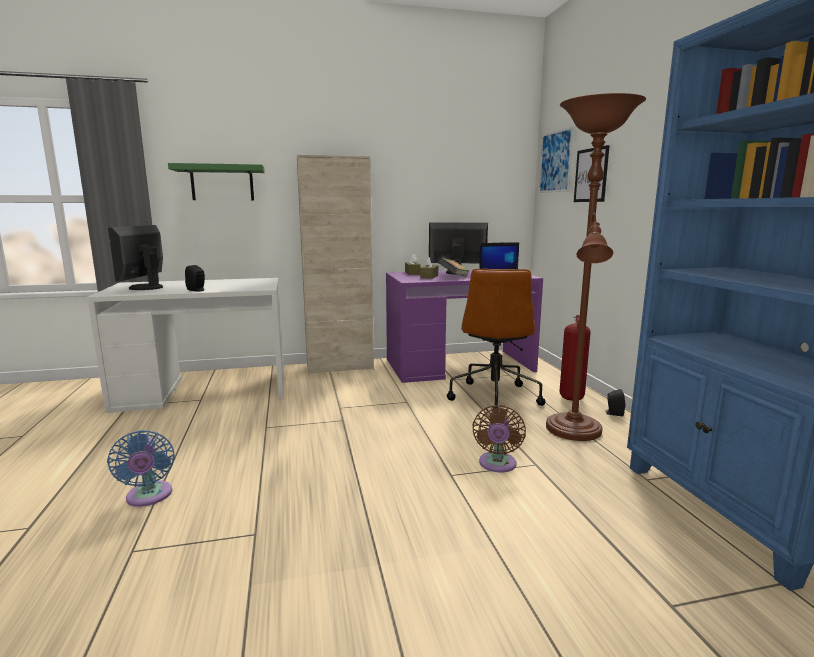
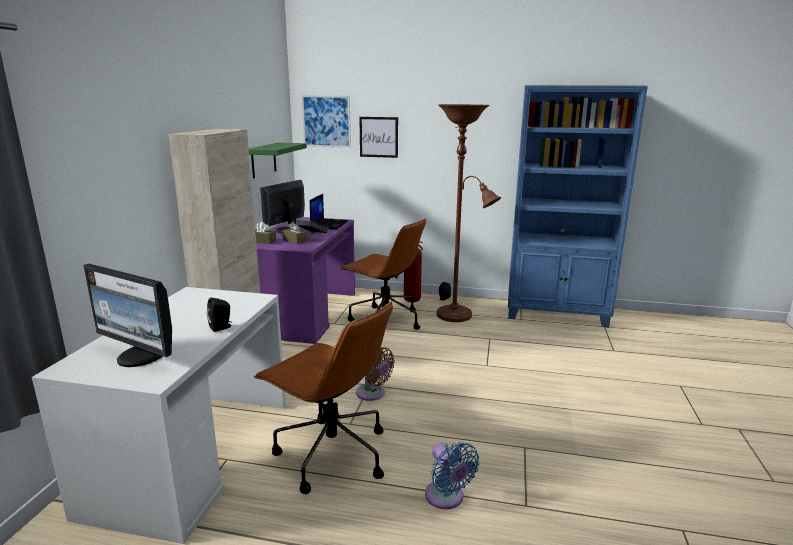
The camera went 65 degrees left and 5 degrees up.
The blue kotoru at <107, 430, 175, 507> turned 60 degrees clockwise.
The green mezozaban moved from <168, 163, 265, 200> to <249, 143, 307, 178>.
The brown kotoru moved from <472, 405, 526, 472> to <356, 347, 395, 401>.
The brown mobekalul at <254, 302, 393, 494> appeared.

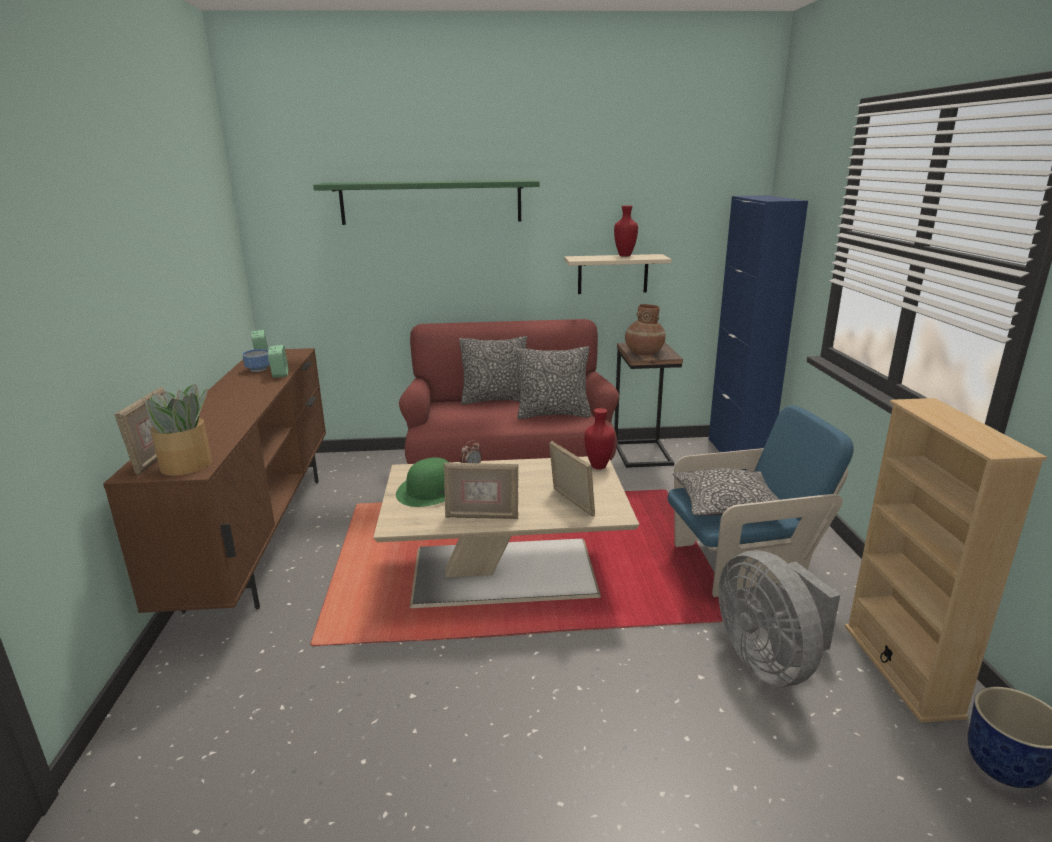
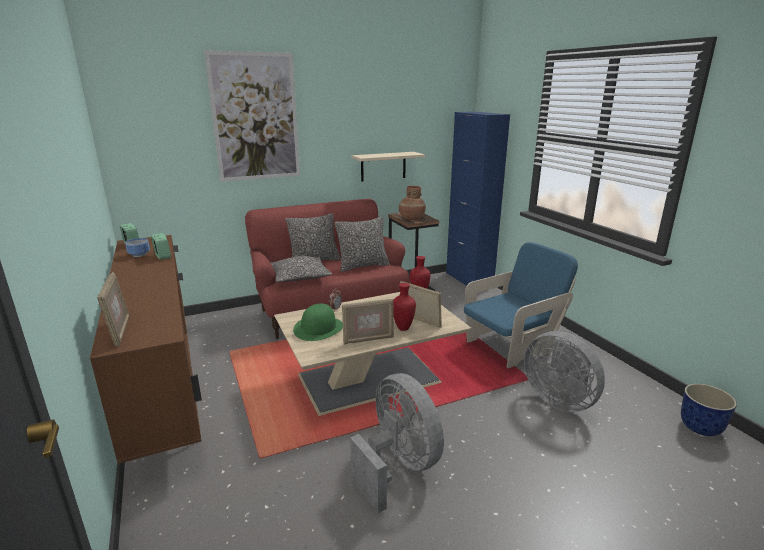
The camera went 20 degrees left and 0 degrees up.
The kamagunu at <143, 384, 212, 476> disappeared.
The green mezozaban at <313, 180, 540, 225> was replaced by the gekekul at <204, 50, 300, 182>.
The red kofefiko moved from <614, 205, 638, 257> to <393, 283, 416, 331>.
The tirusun moved from <673, 468, 779, 516> to <271, 256, 332, 282>.
The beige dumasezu at <844, 398, 1047, 723> disappeared.
The grey kotoru at <350, 373, 444, 513> appeared.

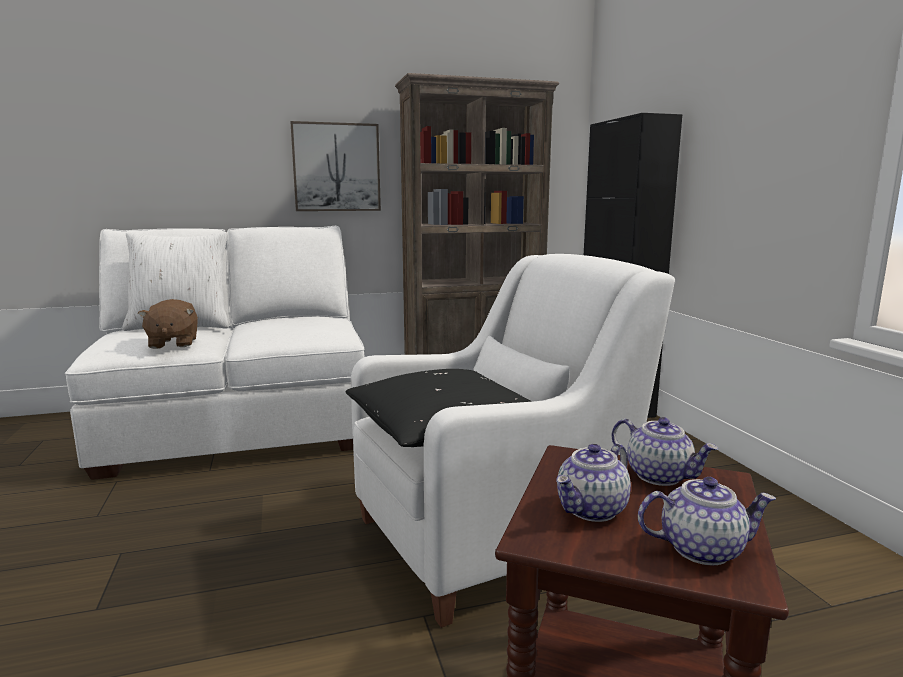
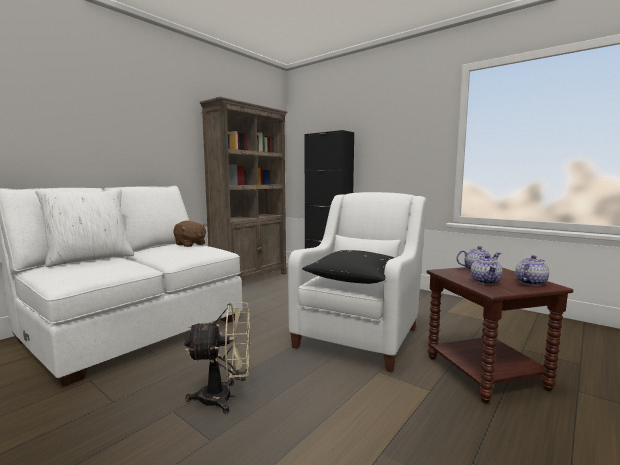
The camera went 35 degrees left and 5 degrees down.
The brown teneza moved from <138, 299, 198, 349> to <174, 221, 207, 247>.
The gekekul at <291, 121, 381, 211> disappeared.
The beige kotoru at <184, 302, 250, 414> appeared.

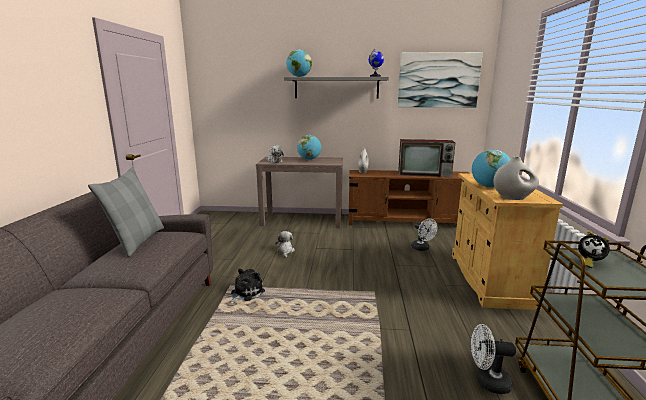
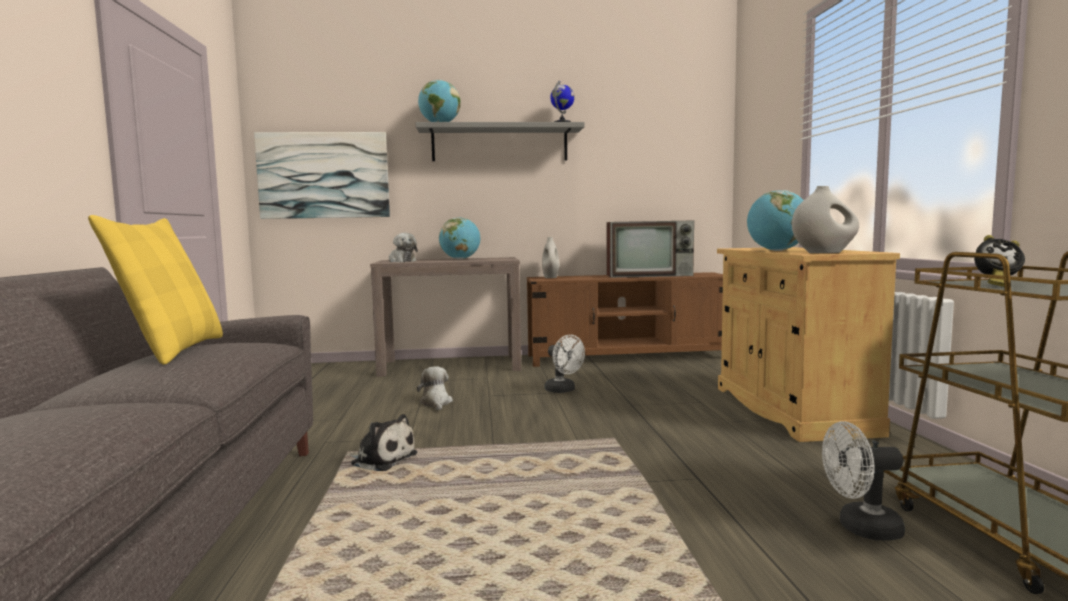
The camera went 10 degrees left and 10 degrees down.
The grey tirusun at <88, 168, 164, 257> became the yellow tirusun at <88, 215, 223, 365>.
The teneza at <230, 269, 265, 304> turned 90 degrees clockwise.
The gekekul moved from <398, 52, 483, 107> to <254, 132, 390, 219>.
The white kotoru moved from <411, 218, 438, 251> to <545, 335, 585, 393>.

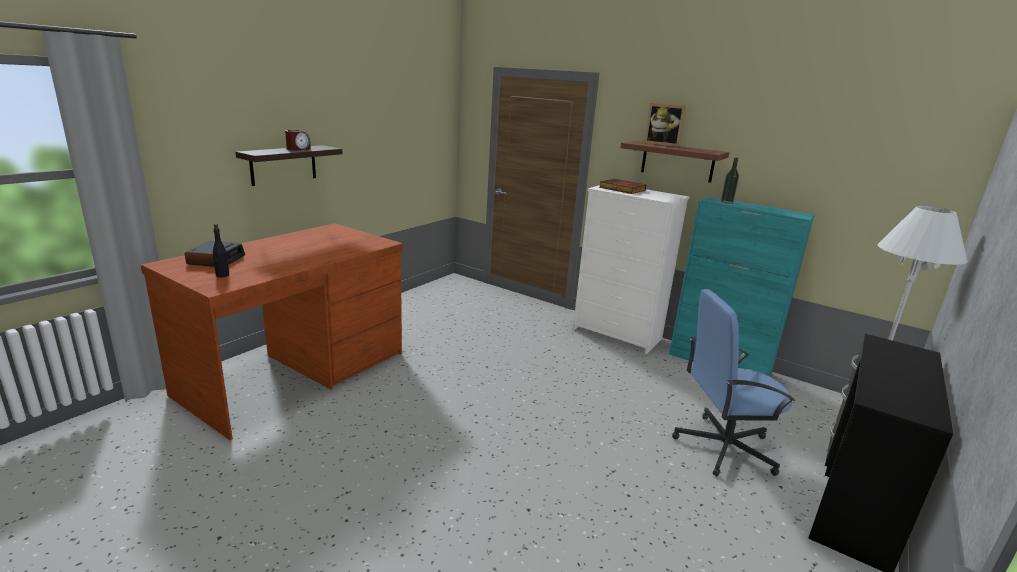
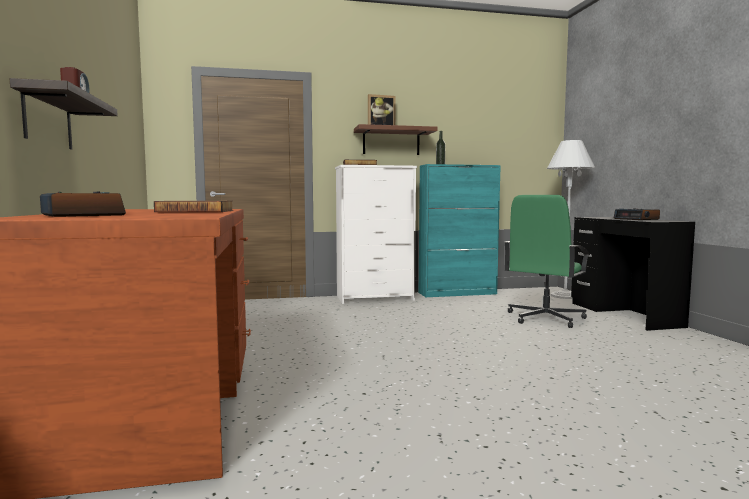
The camera went 45 degrees left and 15 degrees down.
The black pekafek at <213, 224, 229, 278> disappeared.
The blue mobekalul at <672, 289, 795, 477> became the green mobekalul at <504, 195, 590, 328>.
The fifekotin at <154, 201, 233, 212> appeared.
The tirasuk at <614, 208, 660, 220> appeared.

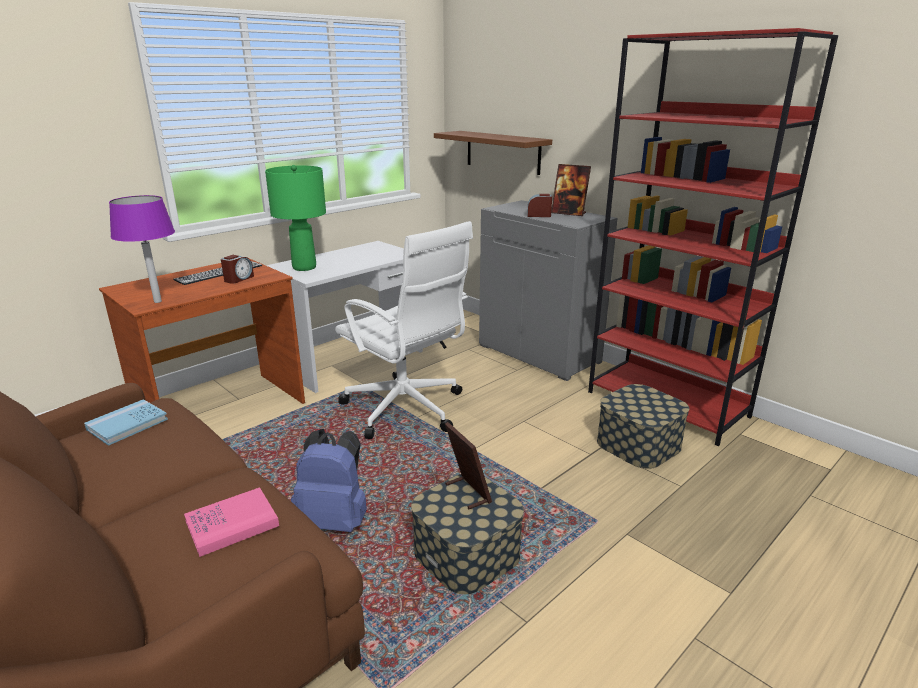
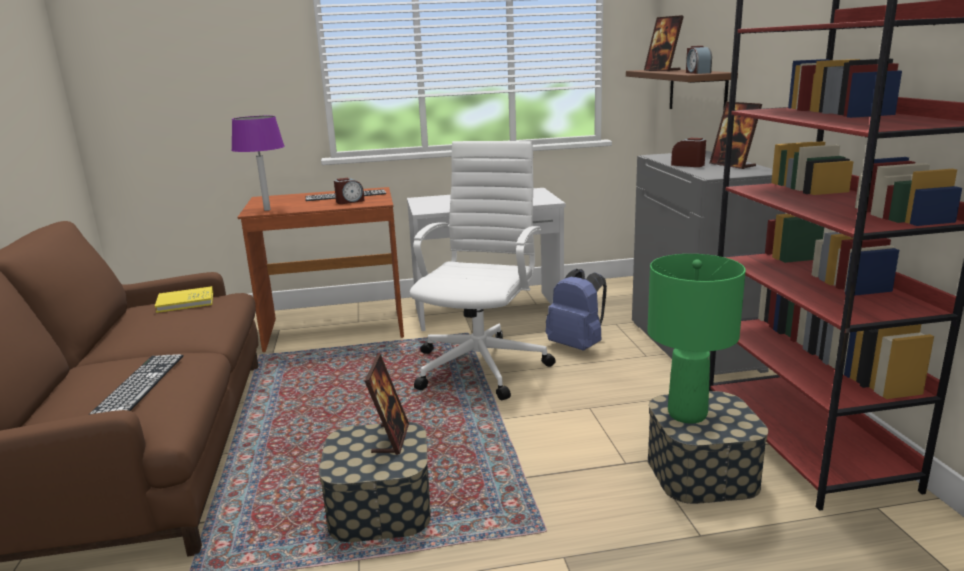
The camera went 35 degrees right and 5 degrees down.
The blue fifekotin at <84, 399, 168, 446> became the yellow fifekotin at <155, 286, 213, 313>.
The pink fifekotin at <184, 487, 279, 557> was replaced by the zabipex at <89, 354, 184, 415>.
The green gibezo moved from <265, 165, 326, 271> to <647, 254, 746, 424>.
The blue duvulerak moved from <291, 429, 367, 532> to <546, 269, 607, 351>.
The white mobekalul at <335, 221, 473, 439> turned 150 degrees counterclockwise.
The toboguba at <644, 15, 684, 71> appeared.
The tirasuk at <686, 46, 712, 74> appeared.

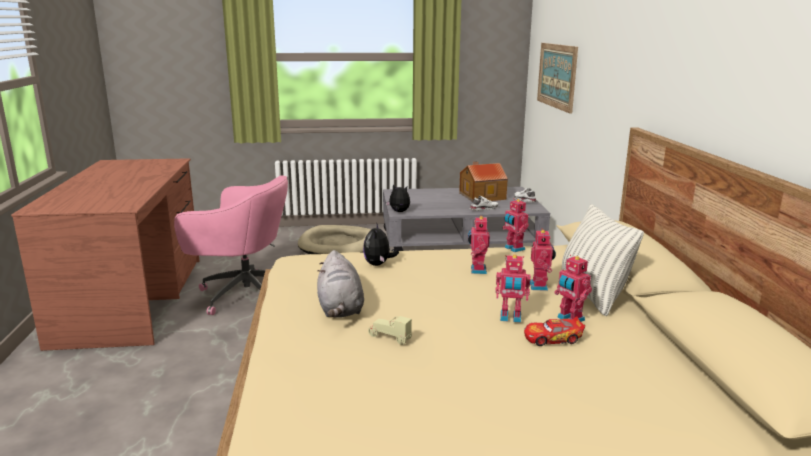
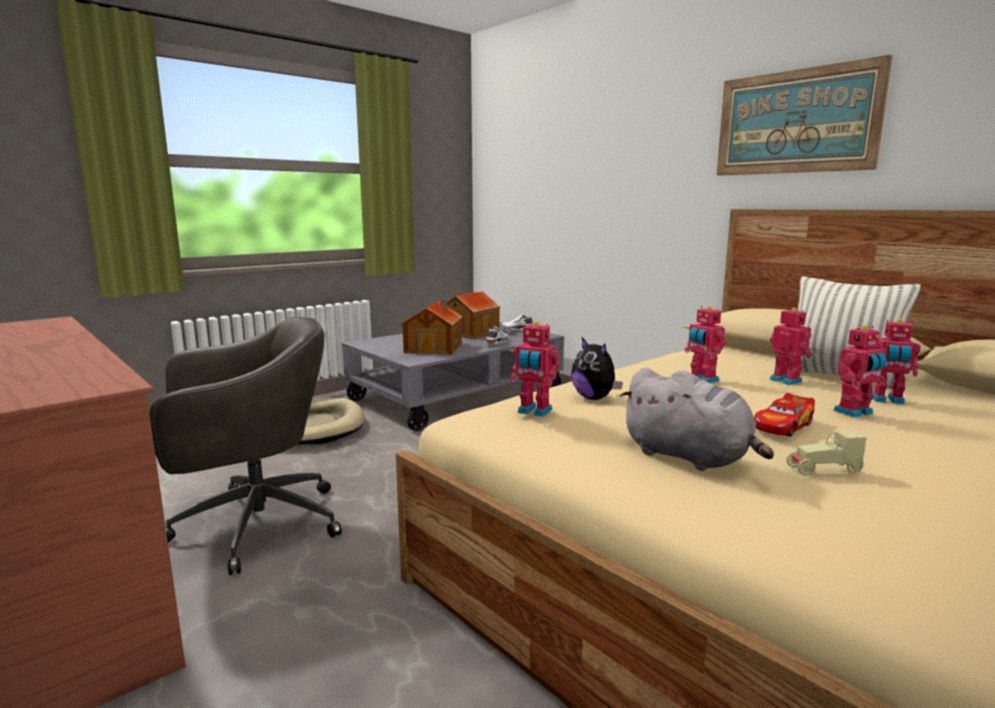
The camera went 35 degrees left and 5 degrees down.
The pink mobekalul at <174, 175, 288, 315> became the grey mobekalul at <149, 316, 342, 575>.
The teneza at <386, 185, 410, 212> disappeared.
The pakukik moved from <502, 199, 529, 252> to <511, 322, 560, 417>.
The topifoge moved from <524, 316, 585, 346> to <754, 393, 815, 437>.
The gekekul moved from <537, 43, 578, 114> to <717, 55, 893, 176>.
The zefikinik at <401, 301, 463, 355> appeared.

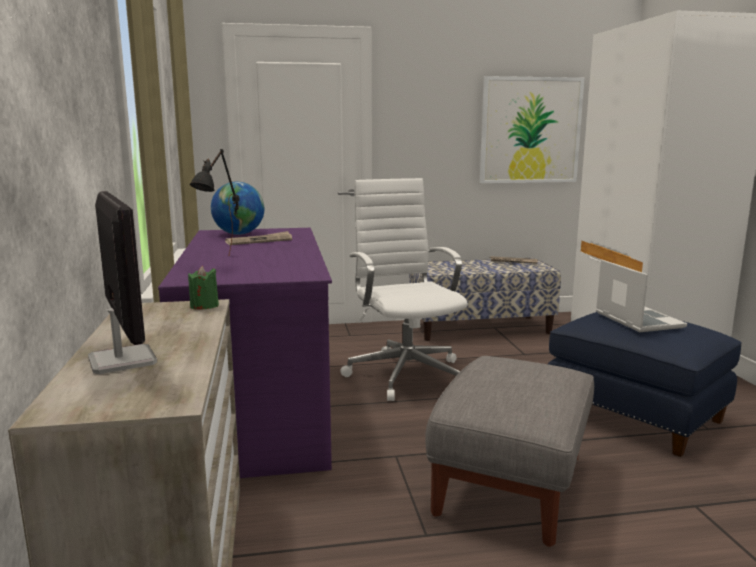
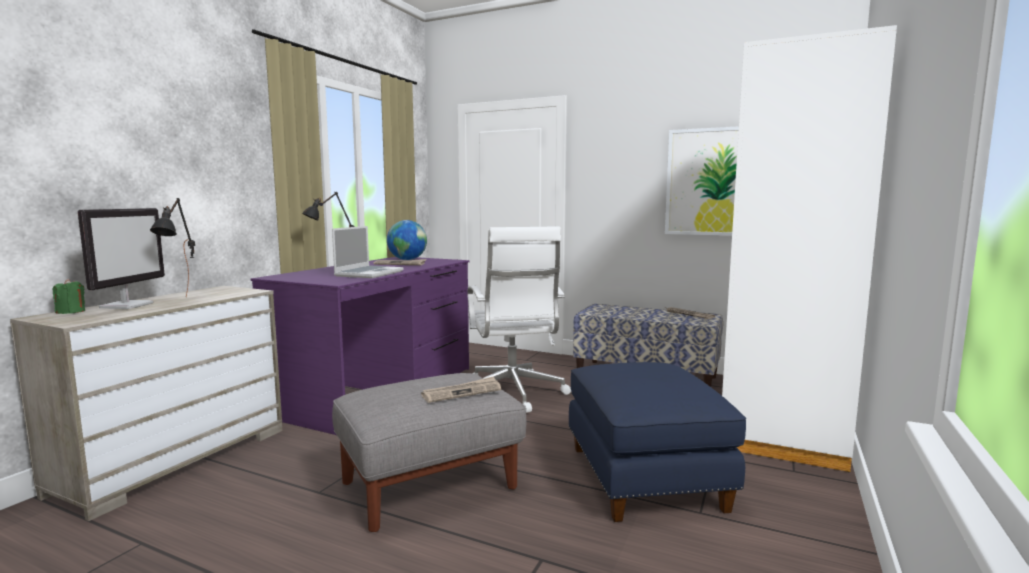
The camera went 35 degrees right and 5 degrees down.
The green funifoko moved from <188, 266, 219, 310> to <53, 279, 85, 314>.
The white mobekalul at <340, 178, 468, 401> turned 150 degrees clockwise.
The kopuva moved from <596, 259, 687, 332> to <332, 226, 403, 278>.
The black gibezo at <150, 198, 195, 297> appeared.
The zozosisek at <421, 376, 501, 403> appeared.

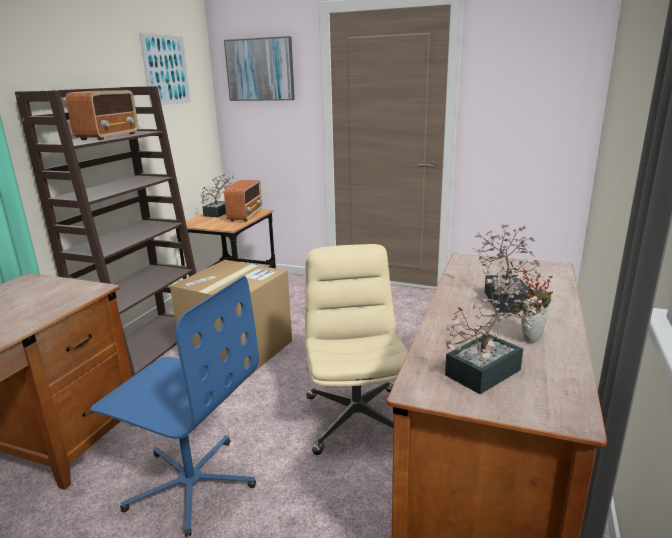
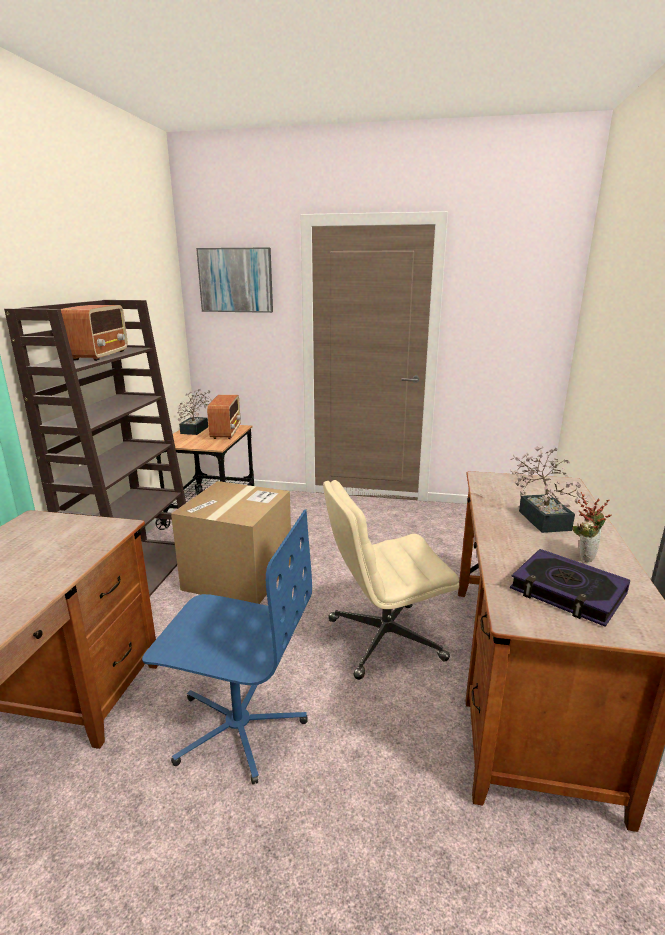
The camera went 10 degrees left and 0 degrees up.
The gekekul at <139, 33, 191, 106> disappeared.
The beige mobekalul at <305, 244, 408, 455> turned 90 degrees counterclockwise.
The kamagunu at <445, 276, 547, 394> was replaced by the fifekotin at <510, 549, 630, 627>.

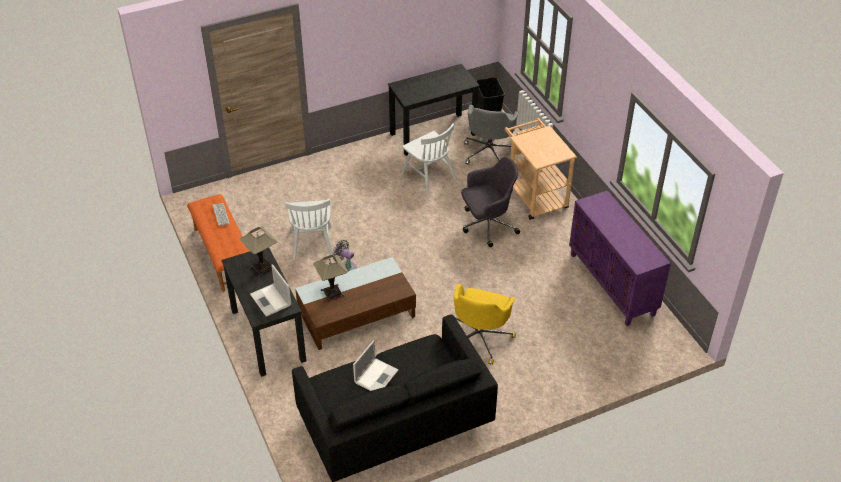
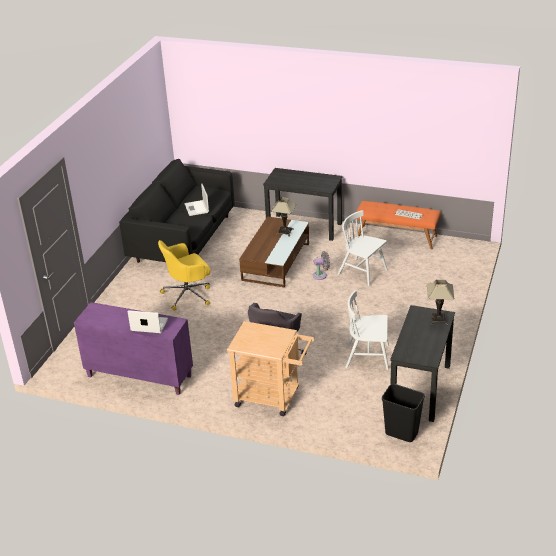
The camera went 135 degrees right and 10 degrees down.
The gibezo moved from <240, 227, 278, 277> to <427, 280, 454, 325>.
The kopuva moved from <250, 264, 291, 317> to <128, 310, 168, 333>.
The yellow mobekalul at <454, 284, 516, 365> turned 90 degrees counterclockwise.
The grey mobekalul at <464, 105, 519, 165> disappeared.

